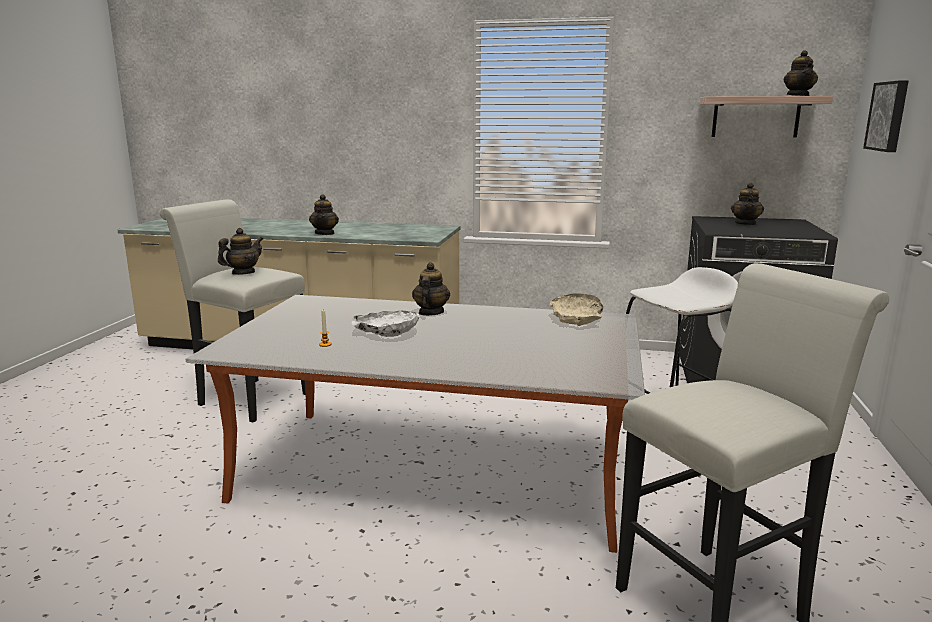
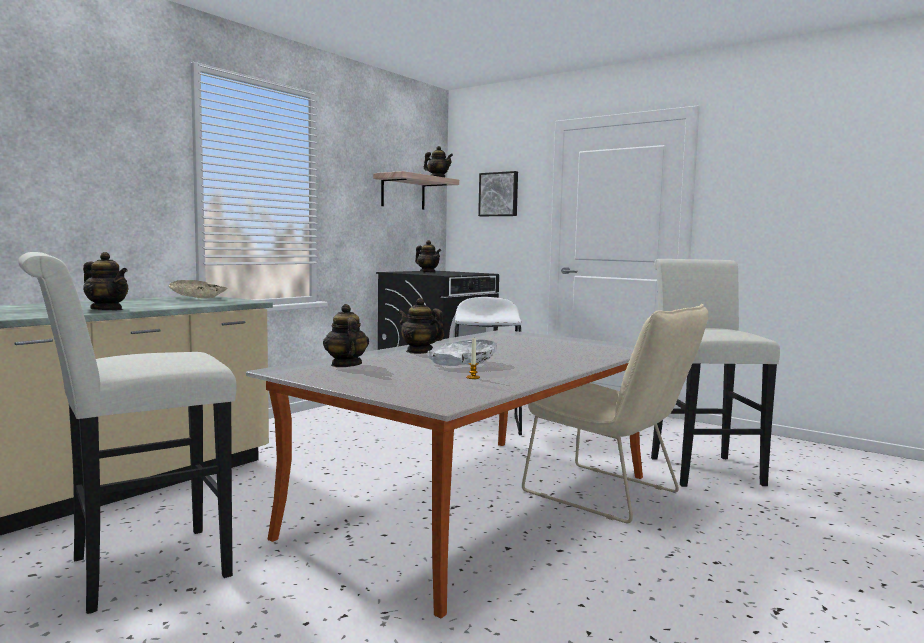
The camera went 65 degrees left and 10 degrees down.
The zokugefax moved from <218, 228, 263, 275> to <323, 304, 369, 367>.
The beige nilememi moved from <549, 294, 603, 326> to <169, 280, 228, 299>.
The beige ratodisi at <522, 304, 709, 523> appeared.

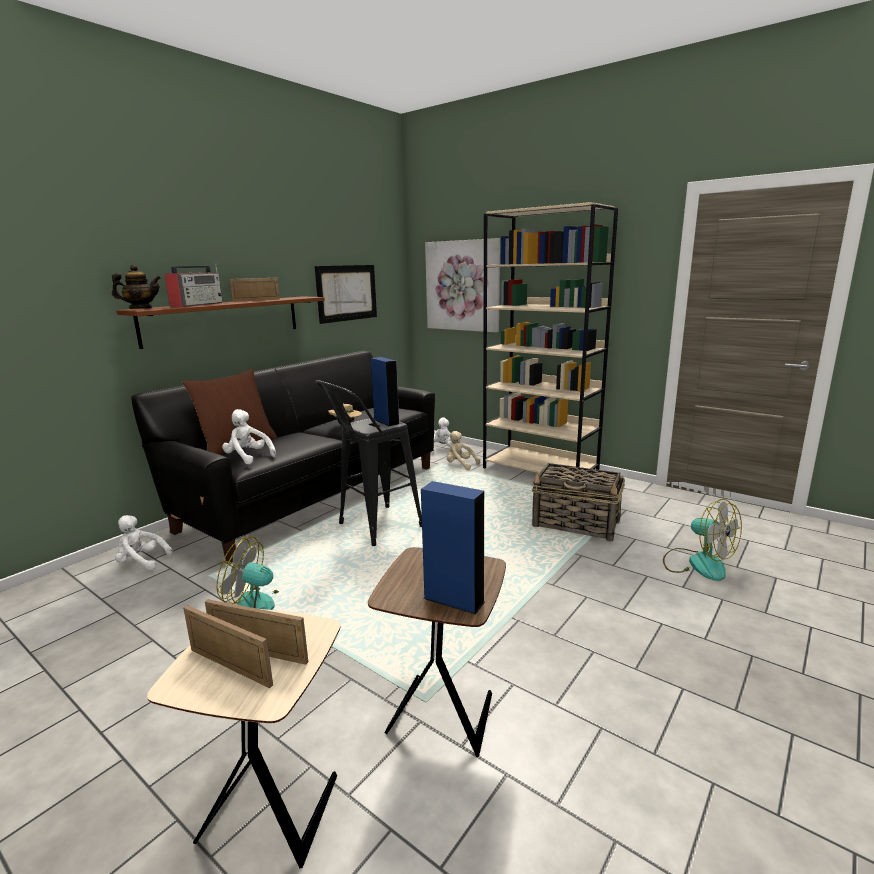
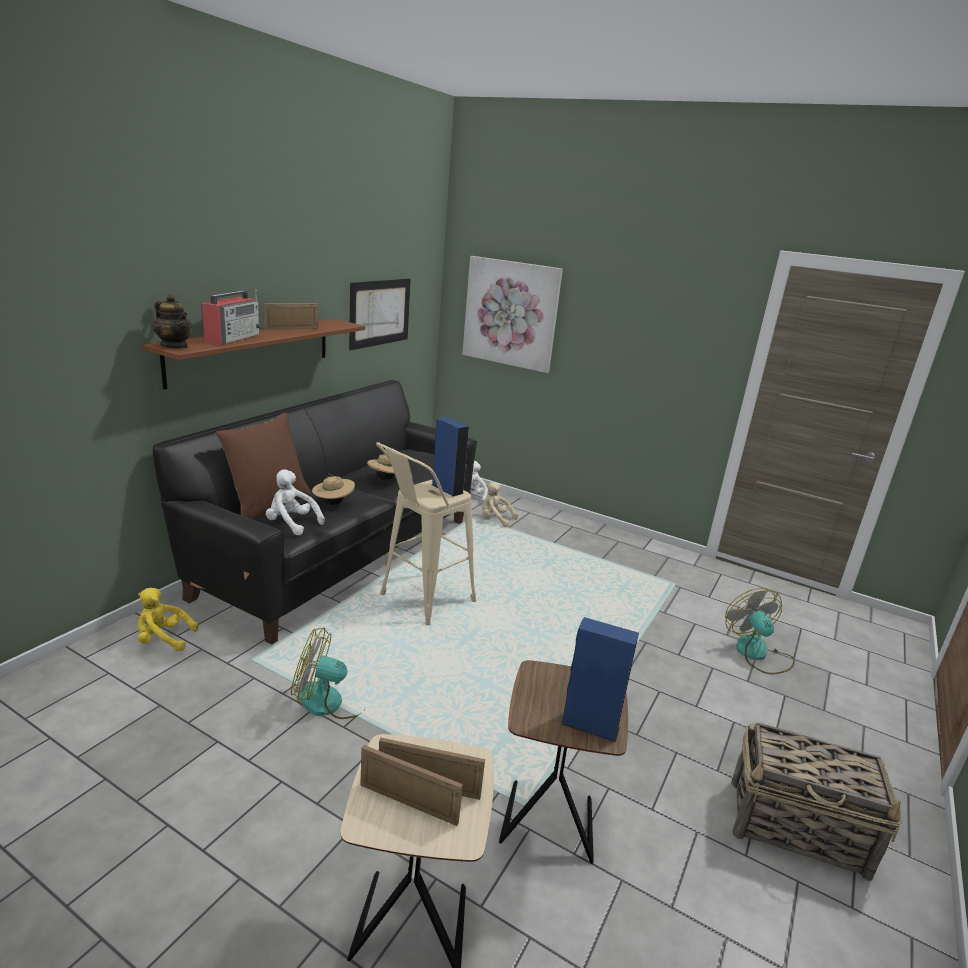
The camera went 10 degrees left and 5 degrees up.
The zokugefax at <112, 265, 161, 309> turned 60 degrees clockwise.
The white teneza at <115, 515, 173, 570> became the yellow teneza at <138, 588, 198, 651>.
The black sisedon at <315, 380, 422, 546> became the beige sisedon at <376, 442, 476, 625>.
The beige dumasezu at <483, 202, 618, 473> disappeared.
The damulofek moved from <532, 463, 625, 542> to <731, 722, 902, 881>.
The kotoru at <663, 499, 742, 581> turned 150 degrees counterclockwise.
The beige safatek at <312, 474, 355, 505> appeared.

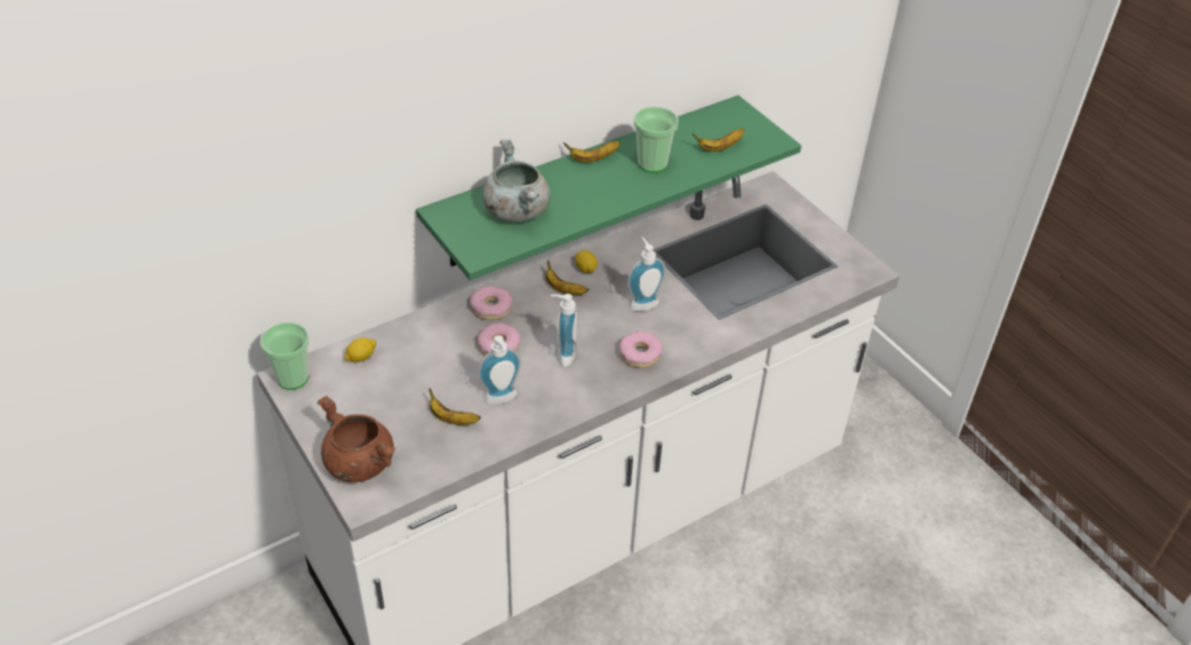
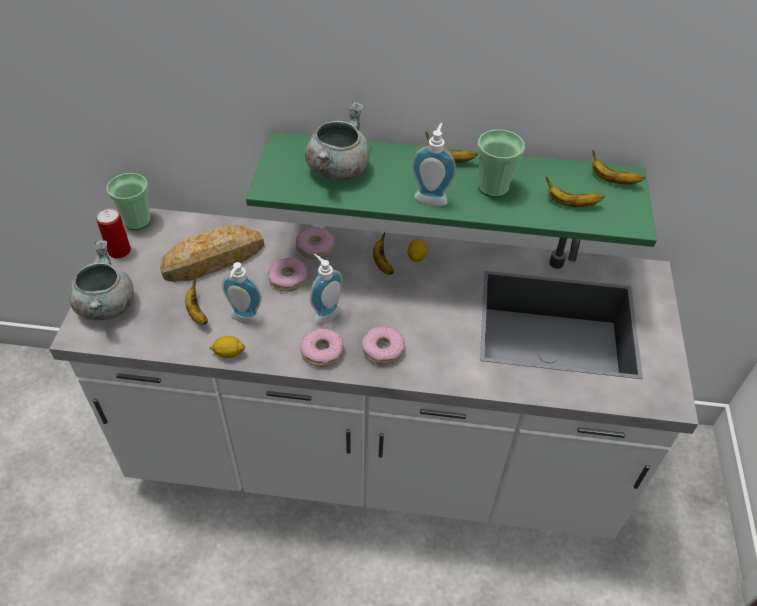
The camera went 40 degrees right and 5 degrees up.
The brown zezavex at <317, 396, 396, 482> became the grey zezavex at <69, 240, 134, 321>.
The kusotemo moved from <344, 338, 377, 363> to <209, 336, 245, 358>.
The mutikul moved from <628, 237, 666, 311> to <412, 123, 456, 206>.
The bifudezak at <96, 208, 131, 259> appeared.
The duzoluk at <160, 226, 264, 282> appeared.
The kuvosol at <300, 328, 344, 367> appeared.
The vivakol at <592, 150, 645, 184> appeared.

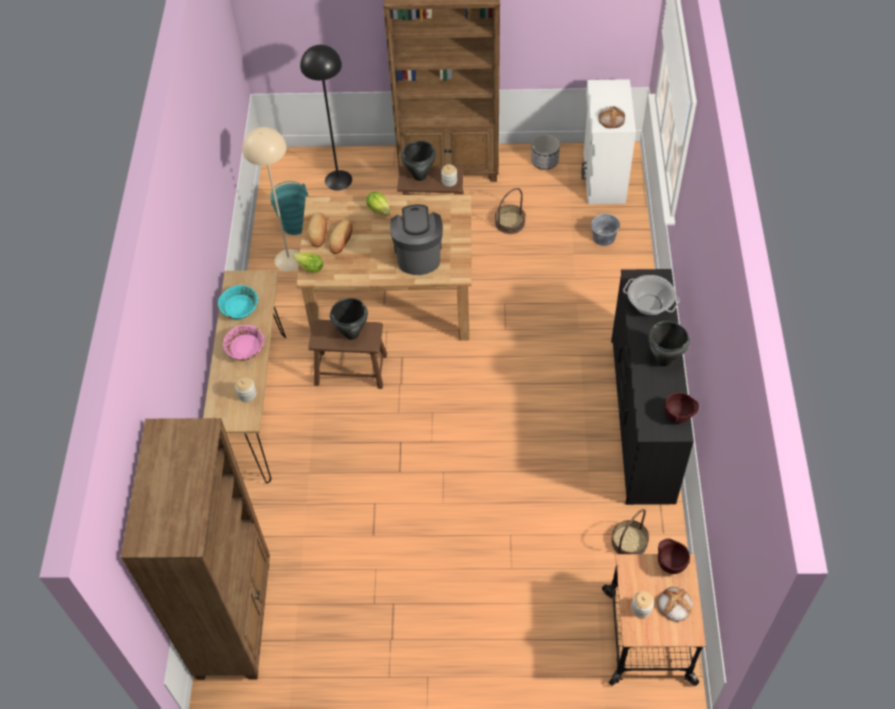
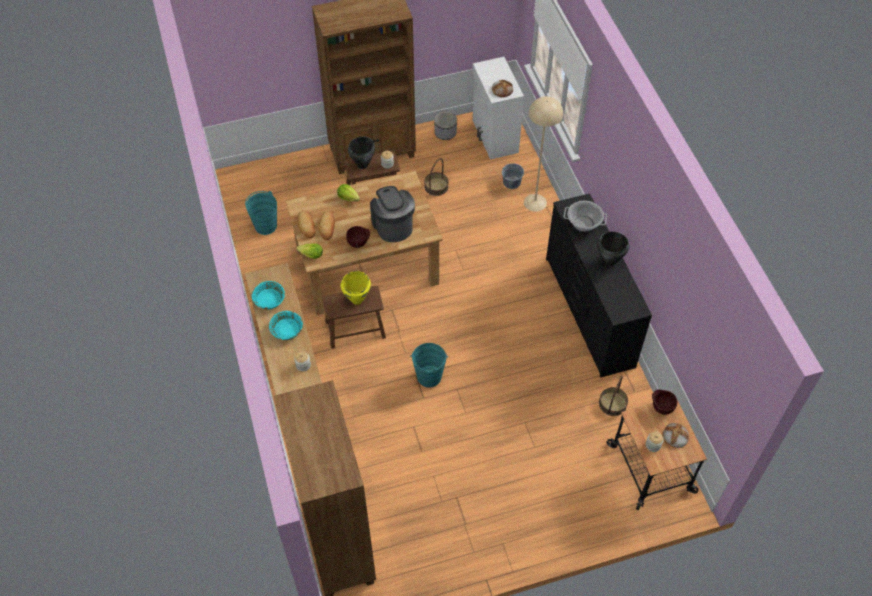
The camera went 20 degrees left and 0 degrees up.
The pink nilememi at <223, 325, 265, 361> became the turquoise nilememi at <269, 311, 303, 340>.
The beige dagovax moved from <242, 127, 300, 272> to <524, 96, 563, 212>.
The black dagovax at <300, 45, 352, 191> disappeared.
The black zezavex at <330, 298, 368, 340> became the yellow zezavex at <341, 271, 371, 305>.
The brown nilememi moved from <664, 392, 699, 423> to <346, 226, 370, 248>.
The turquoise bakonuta at <410, 343, 448, 387> appeared.

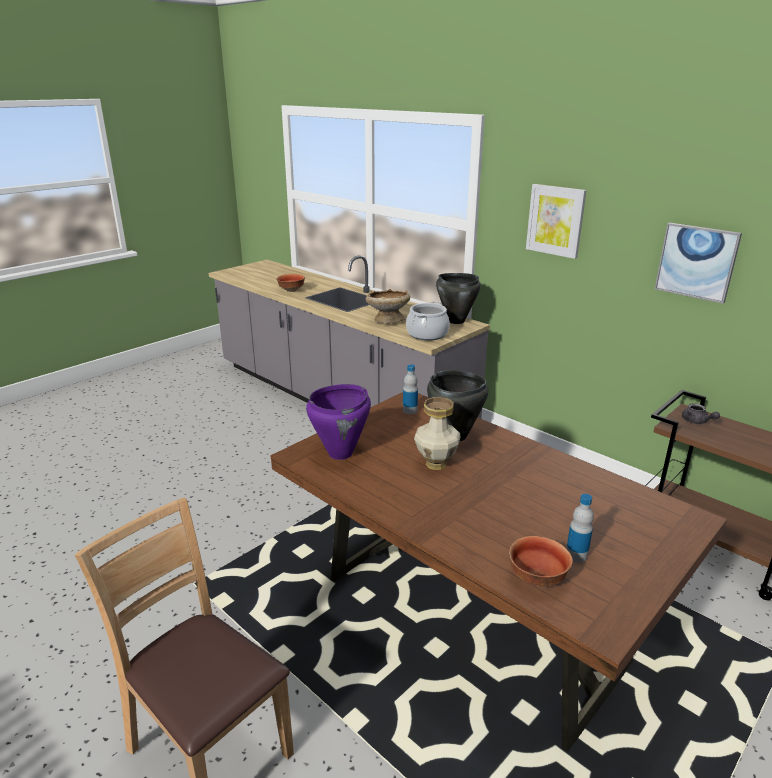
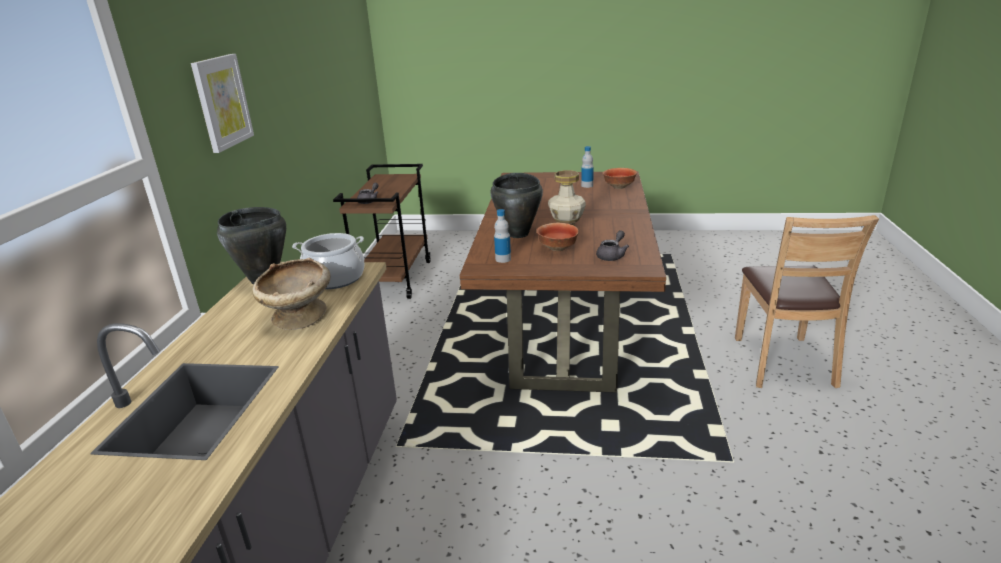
The camera went 125 degrees left and 0 degrees up.
The nilememi moved from <276, 274, 305, 292> to <537, 223, 579, 251>.
The purple zezavex at <306, 384, 371, 460> was replaced by the grey zokugefax at <596, 230, 629, 261>.
The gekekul at <655, 223, 742, 304> disappeared.

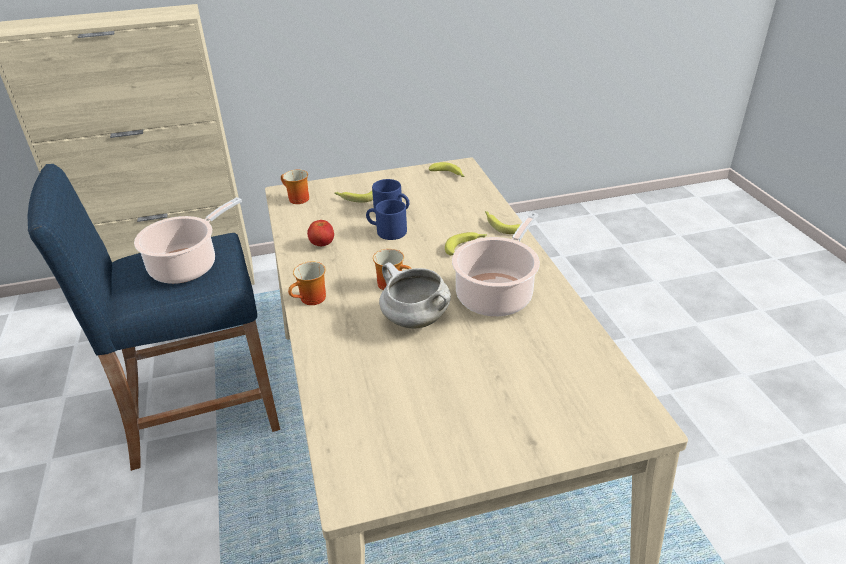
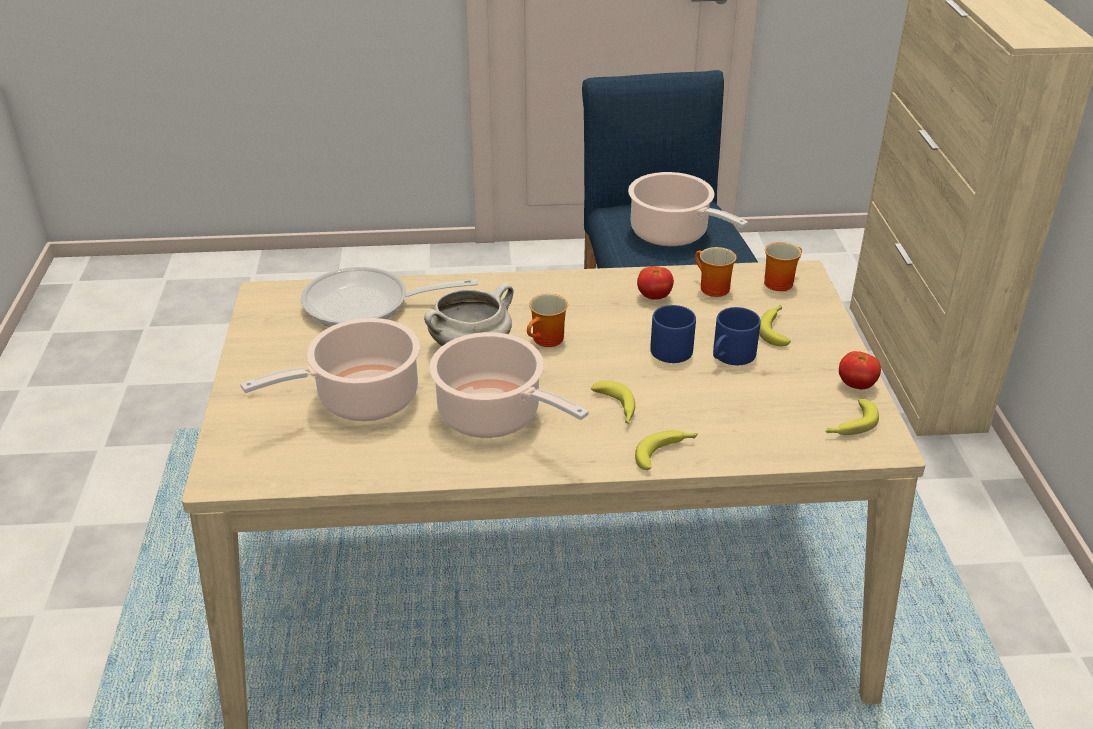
The camera went 100 degrees right and 0 degrees up.
The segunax moved from <288, 262, 326, 305> to <695, 247, 737, 297>.
The zezavex at <240, 318, 420, 421> appeared.
The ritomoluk at <301, 267, 478, 327> appeared.
The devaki at <839, 351, 881, 389> appeared.

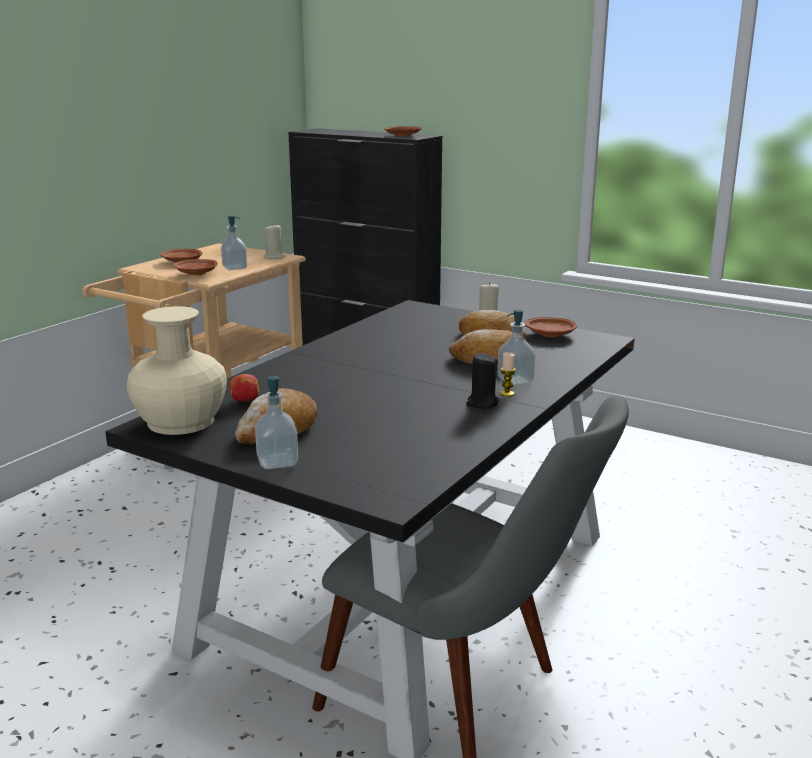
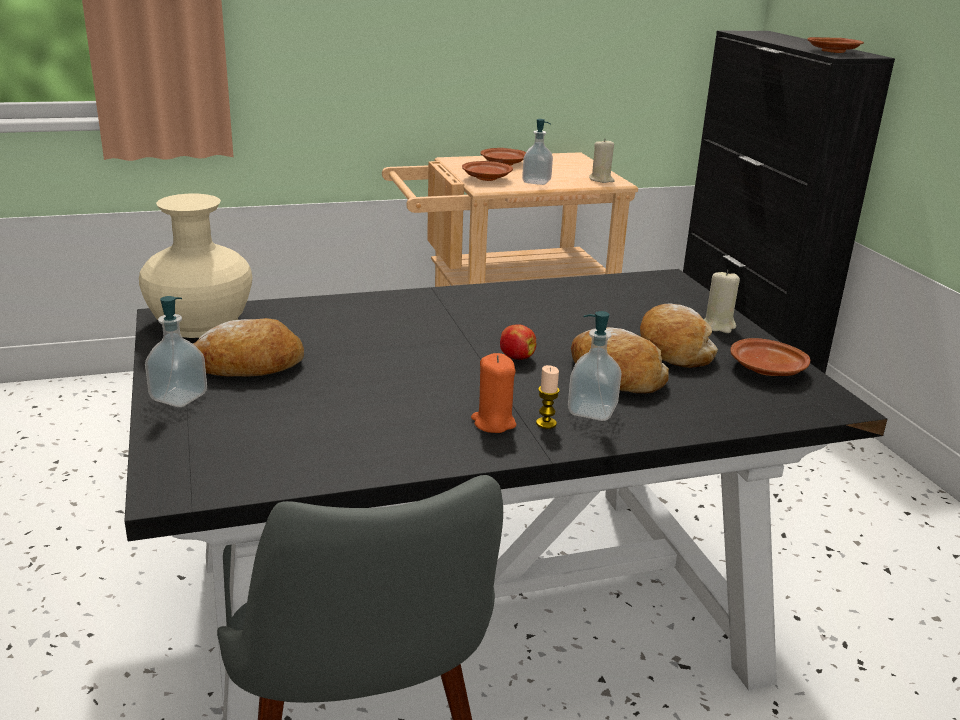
The camera went 40 degrees right and 5 degrees up.
The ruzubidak moved from <229, 374, 259, 402> to <500, 324, 536, 360>.
The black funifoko at <466, 353, 499, 409> became the orange funifoko at <471, 353, 517, 433>.

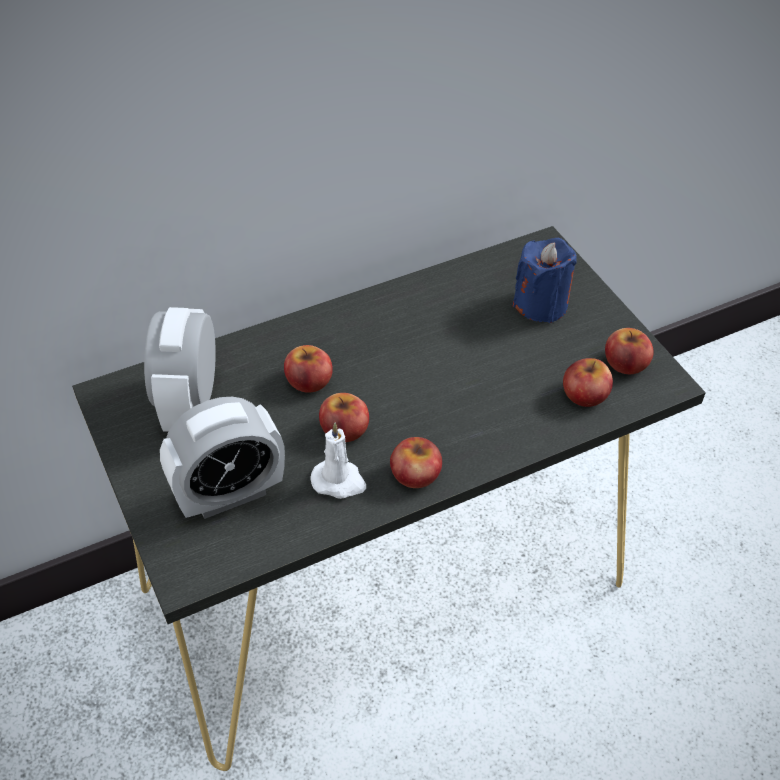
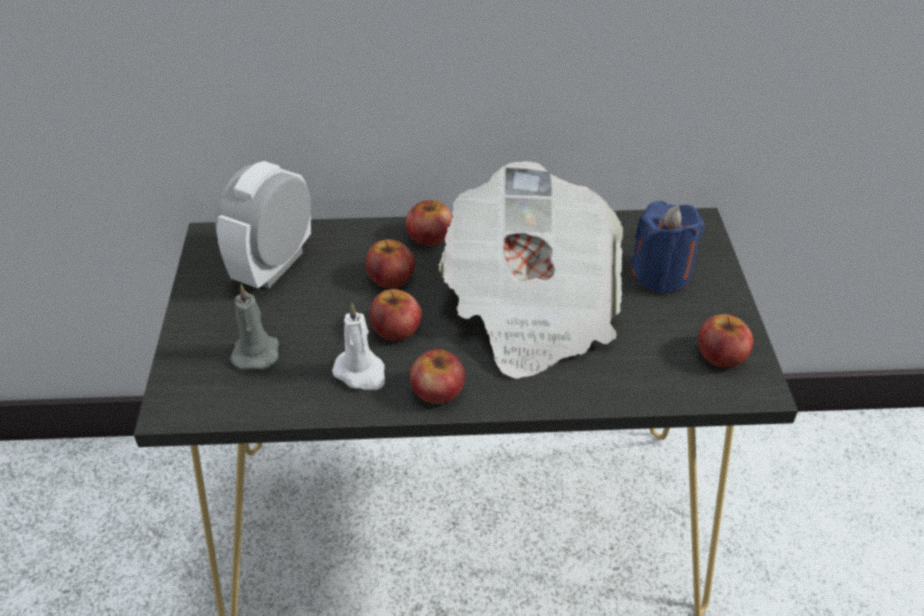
The camera went 25 degrees right and 5 degrees down.
The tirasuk at <160, 397, 285, 519> was replaced by the grey funifoko at <230, 284, 279, 370>.
The ruzubidak moved from <563, 358, 613, 407> to <406, 200, 452, 246>.
The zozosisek at <439, 161, 623, 379> appeared.

